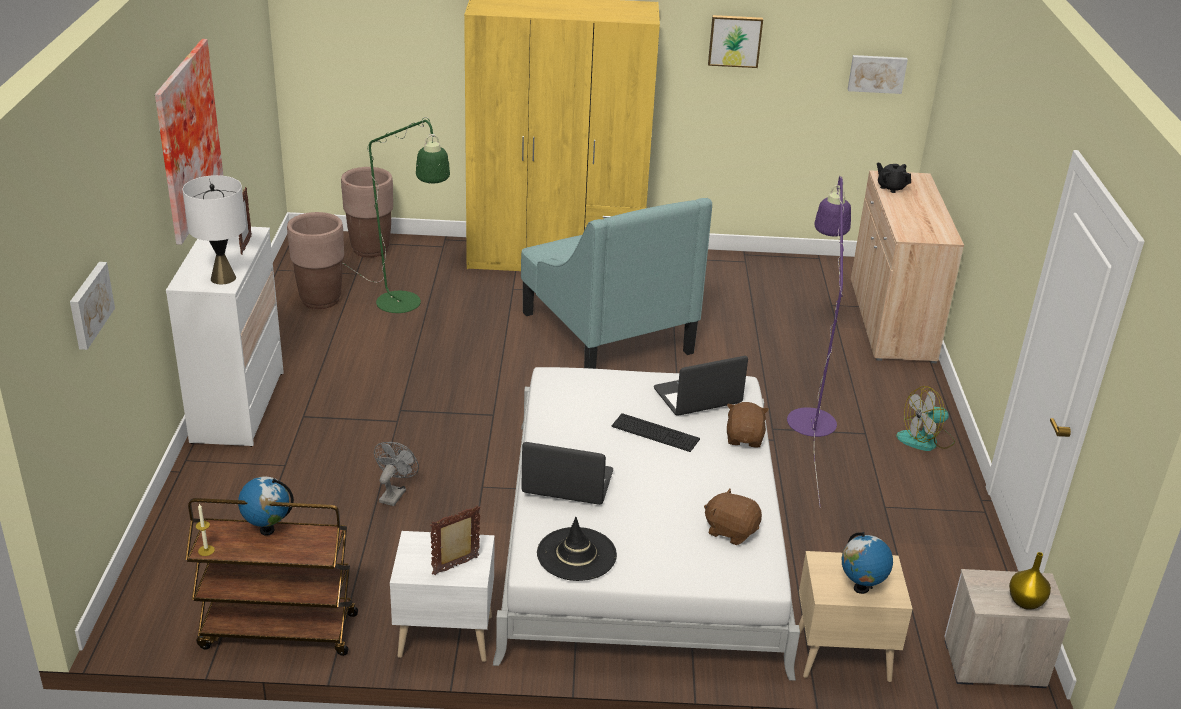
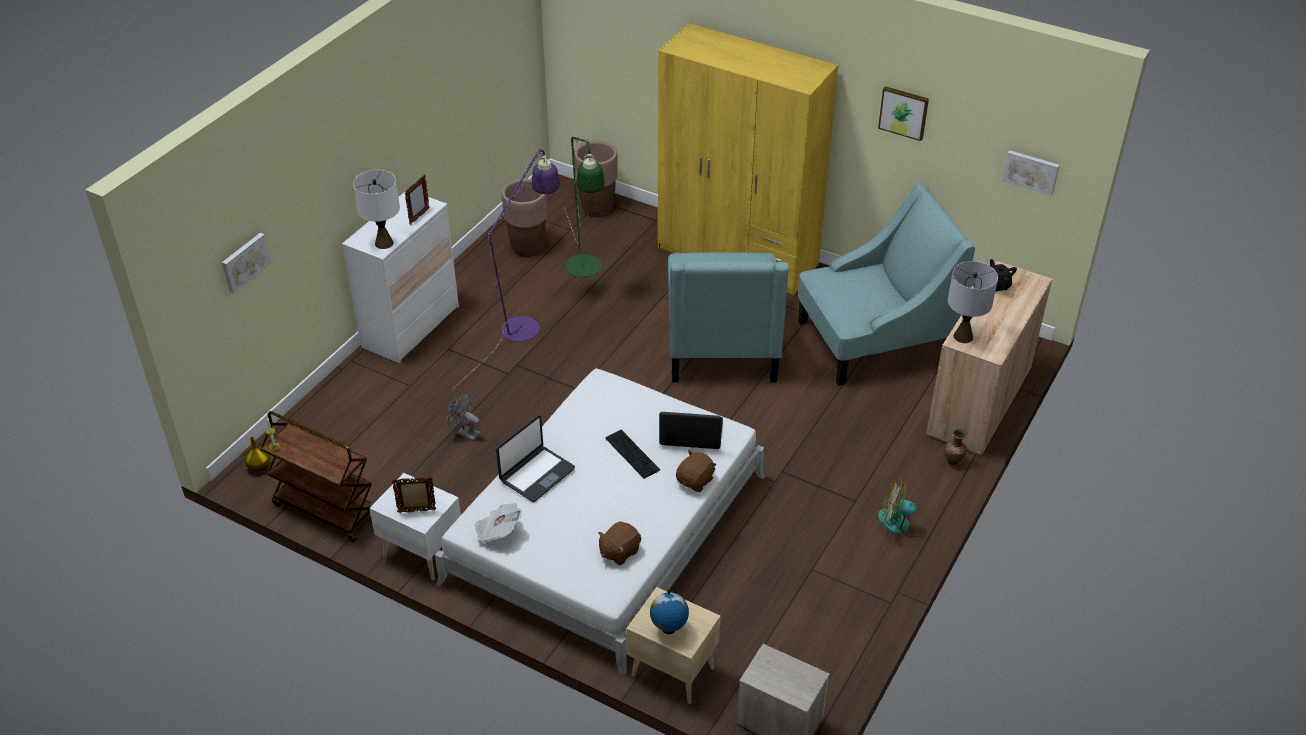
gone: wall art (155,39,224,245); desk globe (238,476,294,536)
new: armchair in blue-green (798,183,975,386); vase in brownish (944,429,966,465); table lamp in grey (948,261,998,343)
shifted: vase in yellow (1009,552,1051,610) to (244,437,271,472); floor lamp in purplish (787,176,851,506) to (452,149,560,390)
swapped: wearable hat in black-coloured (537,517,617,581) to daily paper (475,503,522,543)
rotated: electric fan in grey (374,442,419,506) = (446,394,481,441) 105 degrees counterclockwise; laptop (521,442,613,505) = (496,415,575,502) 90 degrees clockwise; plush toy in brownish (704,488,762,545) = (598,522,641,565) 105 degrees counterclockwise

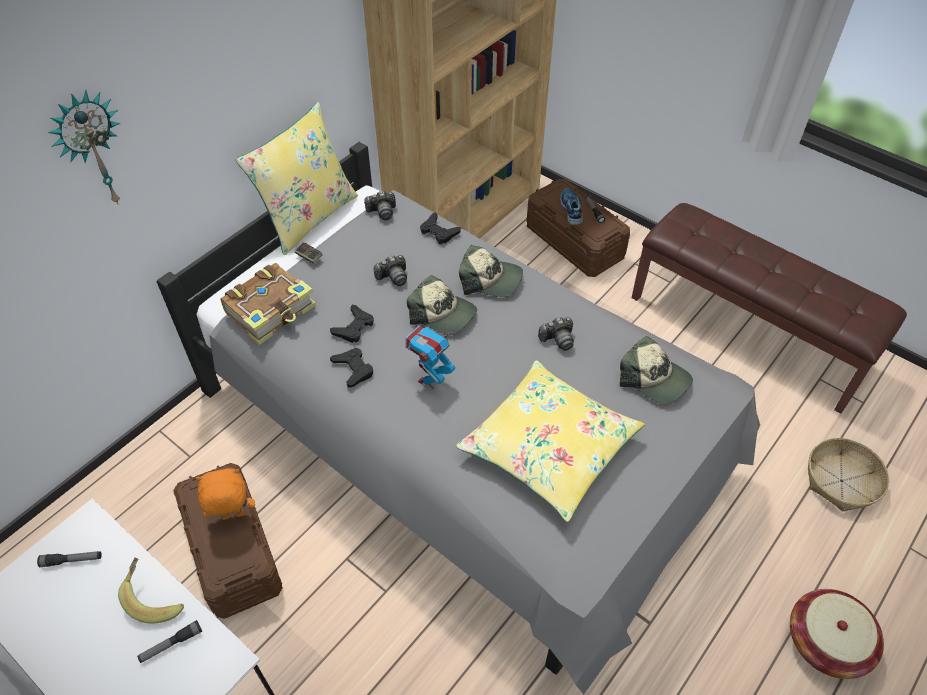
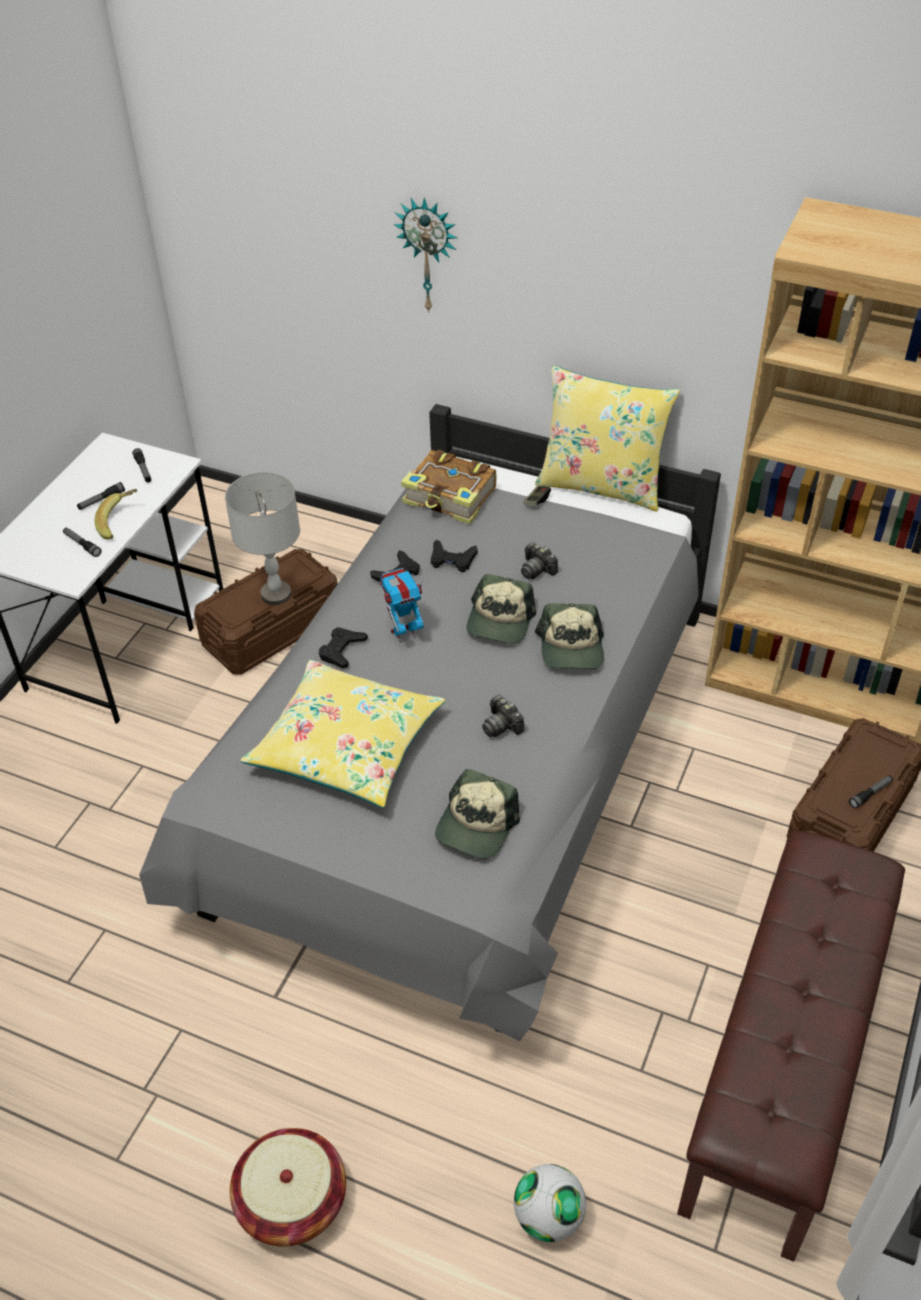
gone: still camera (364,191,396,220); low shoe (560,188,583,225)
new: torch (77,482,125,510)
shifted: gamepad in black-coloured (420,212,461,244) to (319,627,368,668)
swapped: plush toy in orangey (196,468,255,520) to table lamp in grey (225,472,300,605); household basket (808,438,889,511) to football ball (514,1164,586,1242)
rotated: robot figure (405,326,455,389) = (380,568,424,643) 45 degrees counterclockwise

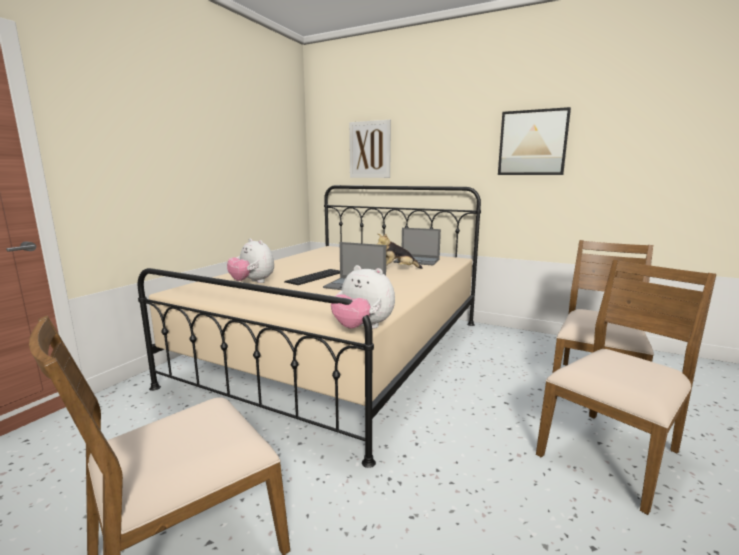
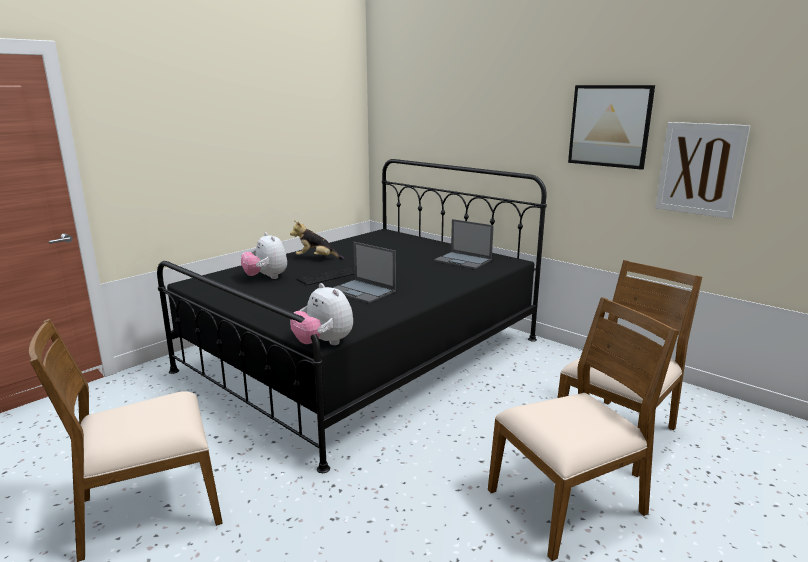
shifted: plush toy (377,234,423,269) to (290,220,344,259); wall art (349,120,391,178) to (655,122,751,219)
repainted: sleeping bed in beige-coloured (138,185,481,468) to sleeping bed in black-coloured (157,159,547,473)

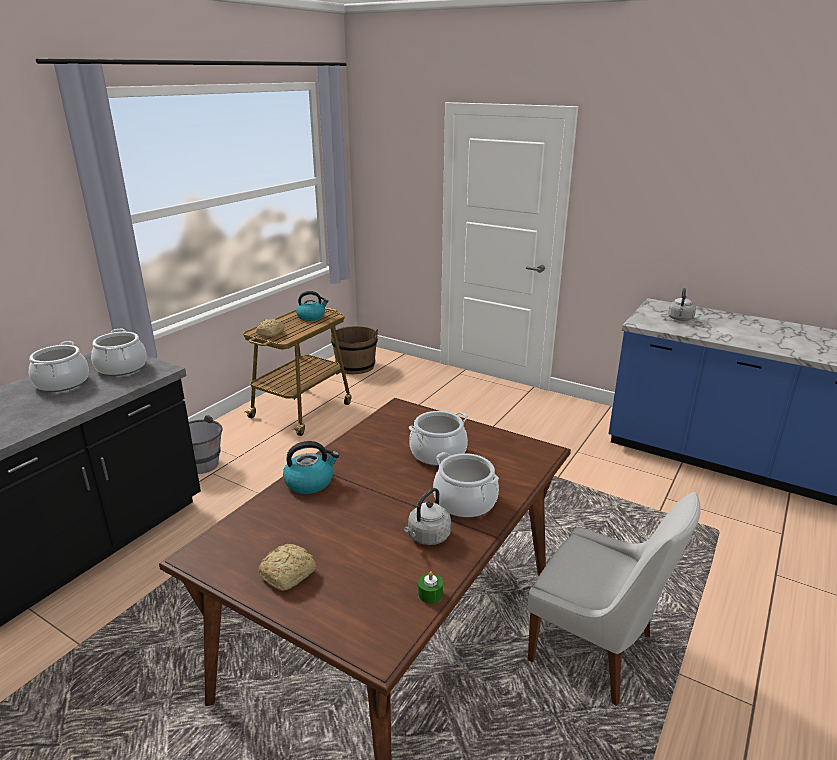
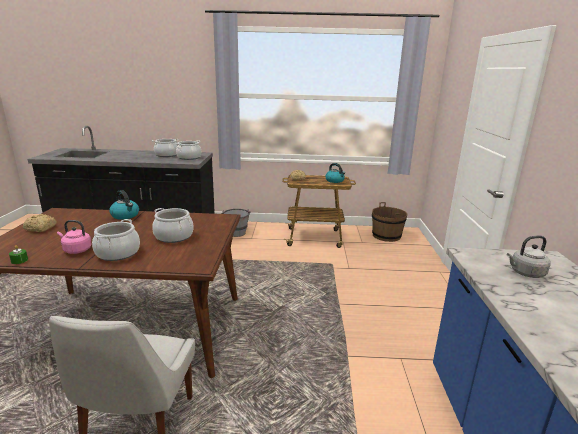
repainted: kettle in grey (404,488,451,545) to kettle in pink-coloured (57,220,92,254)

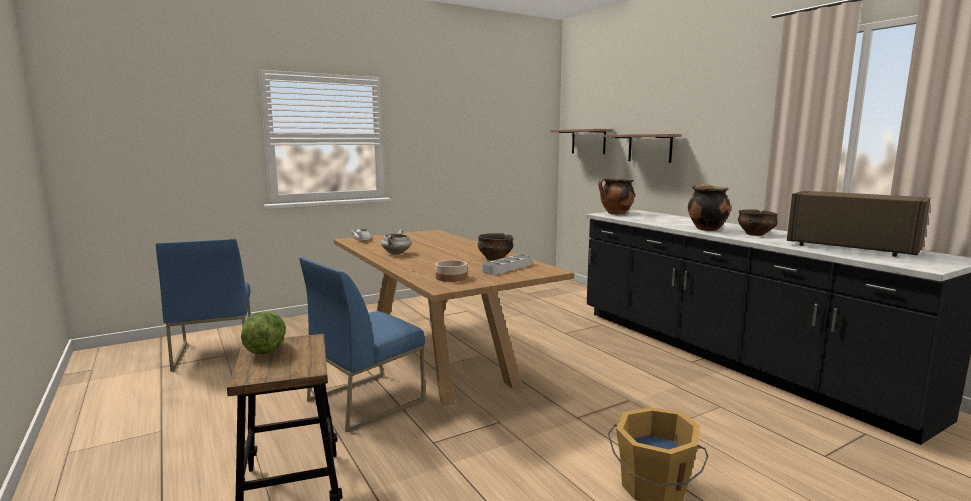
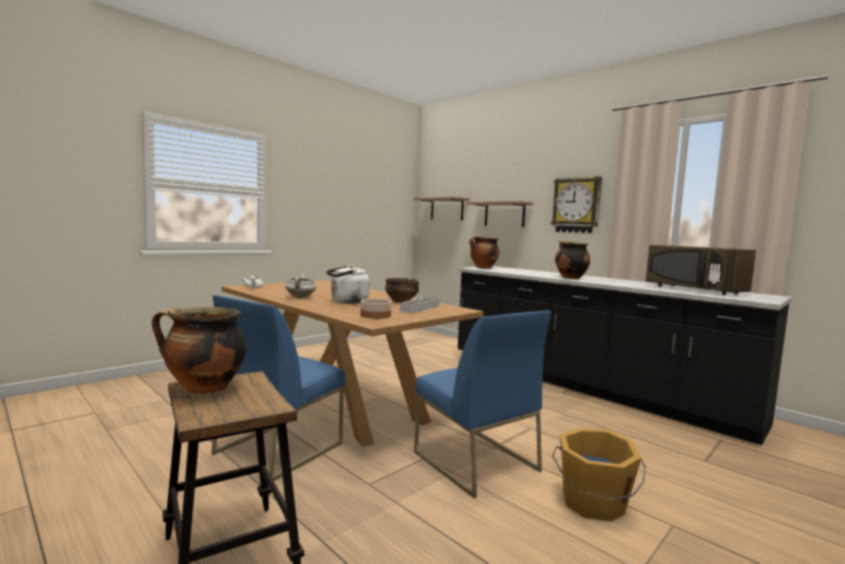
gone: bowl (738,209,778,236)
new: kettle in white-coloured (326,265,370,303); wall clock (551,176,602,233)
shifted: upright chair in blue-coloured (156,239,251,372) to (414,310,551,498)
swapped: head of lettuce (241,311,286,355) to stockpot (152,307,246,394)
rotated: microwave in brownish (787,191,931,257) = (646,245,756,295) 150 degrees counterclockwise

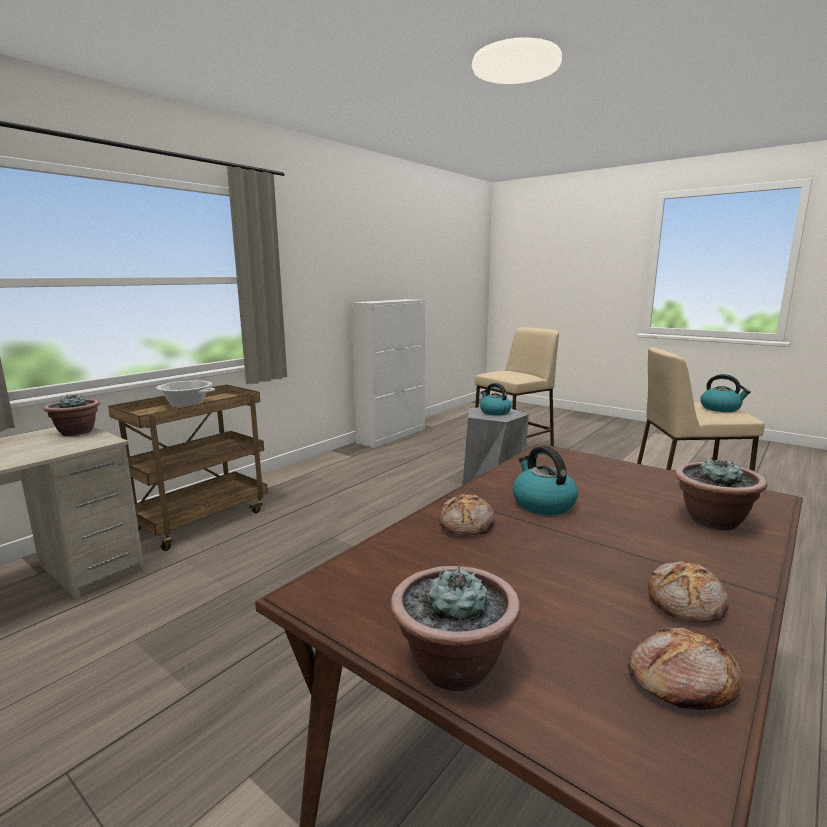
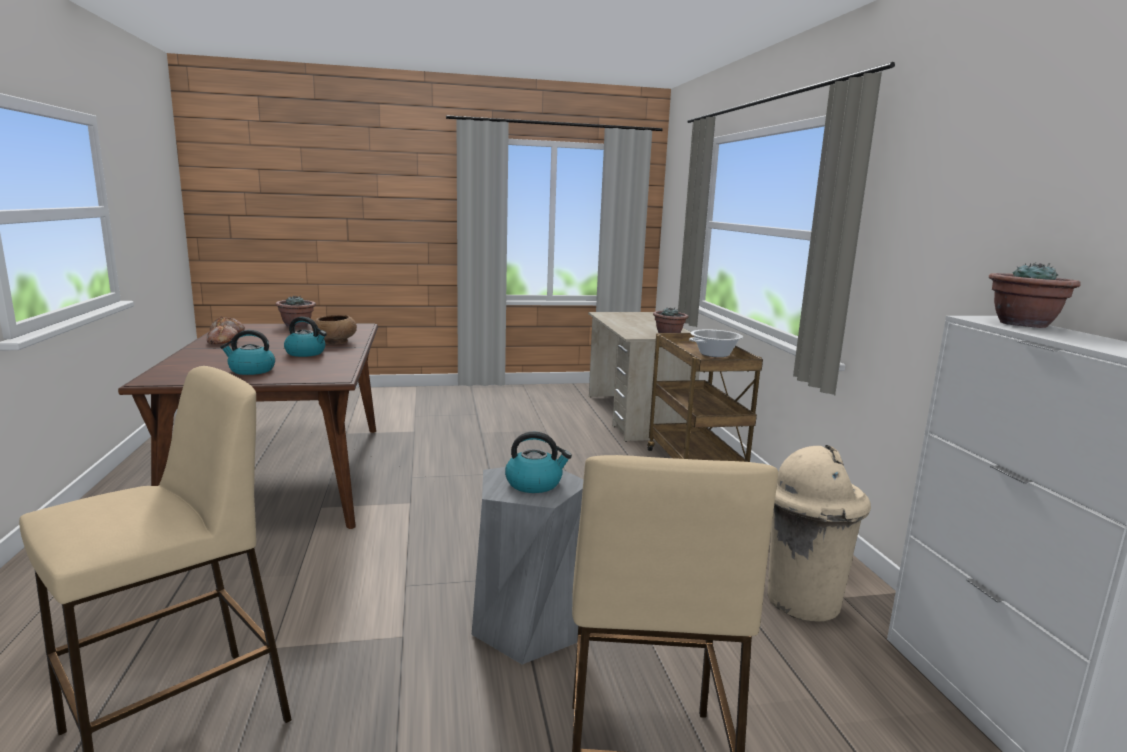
new: waste bin in beige-coloured (768,445,871,622)
shifted: kettle (700,374,751,412) to (220,330,275,375); plant in a pot (675,457,768,530) to (989,262,1081,328)
swapped: baked bread (439,493,495,536) to bowl in brownish (312,315,357,344)

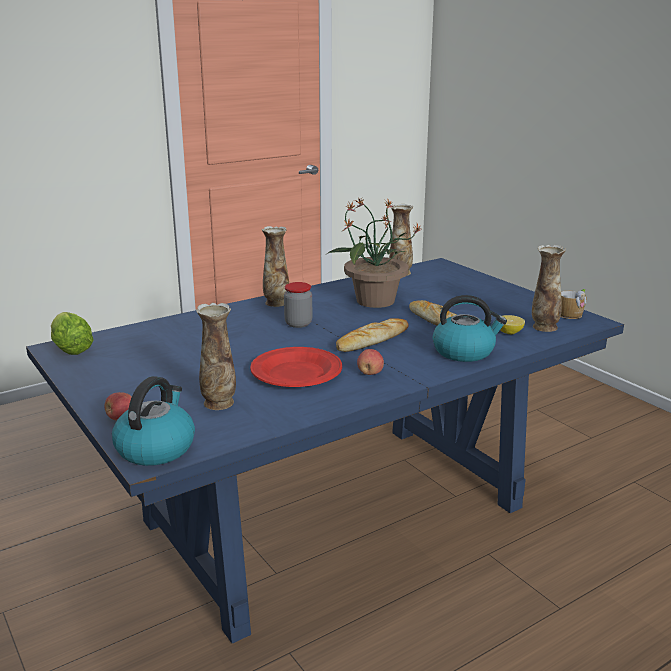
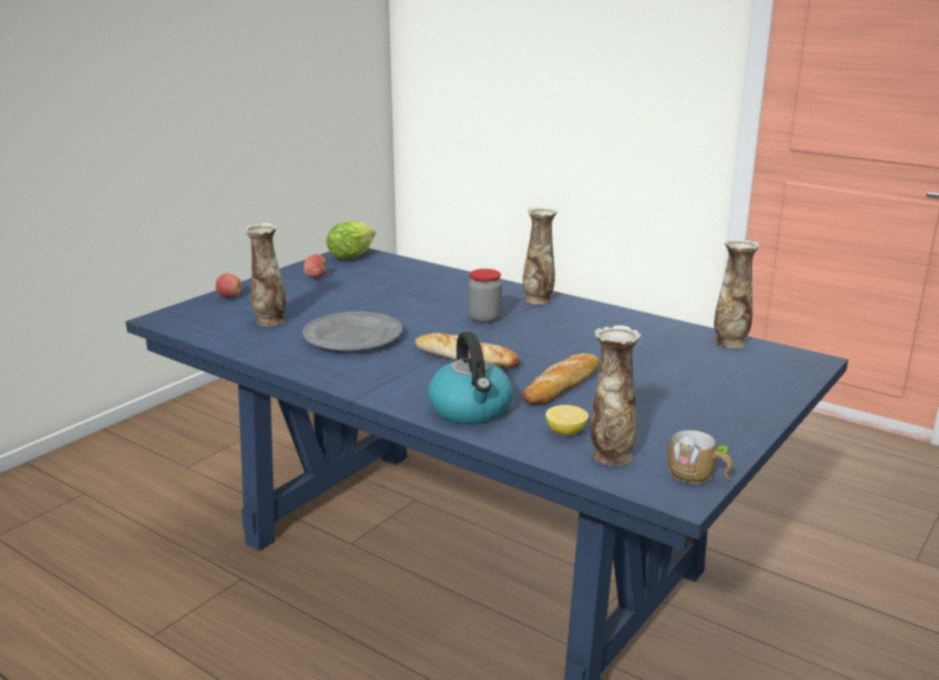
gone: kettle (112,376,195,466); plant in a pot (327,198,422,308)
shifted: apple (357,349,384,375) to (304,254,327,278)
repainted: dinner plate in red-coloured (250,347,342,387) to dinner plate in grey (303,311,403,350)

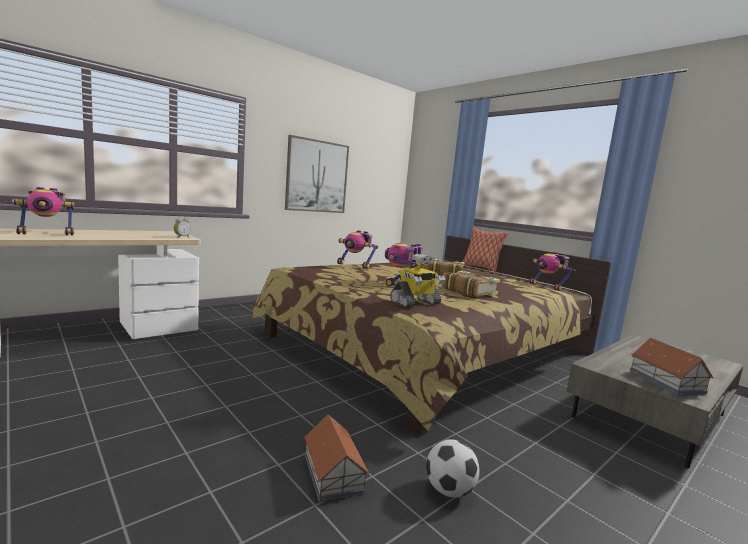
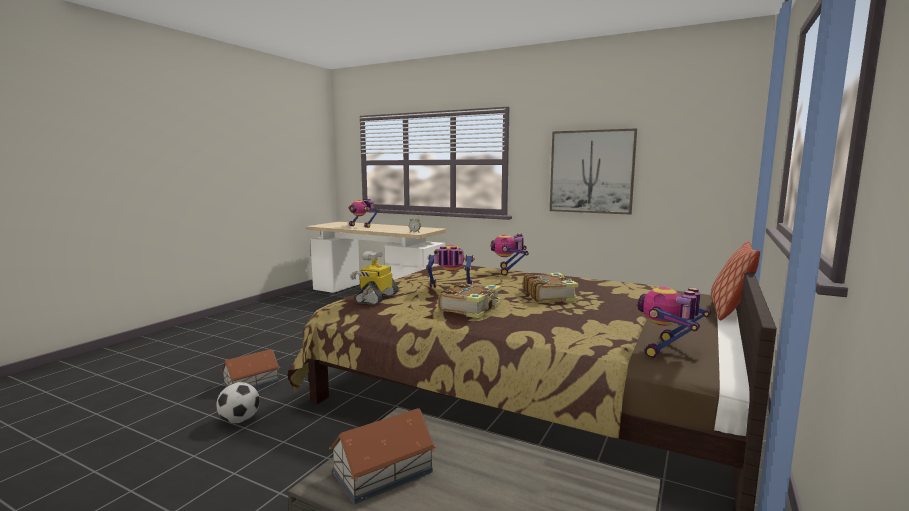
rotated: robot figure (390,254,446,307) = (351,251,399,305) 75 degrees clockwise

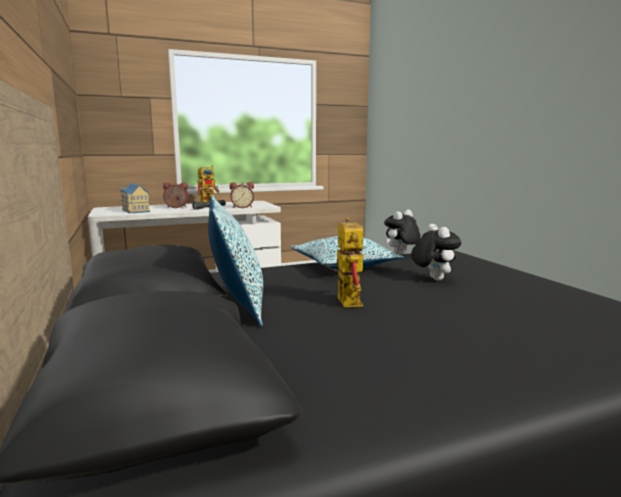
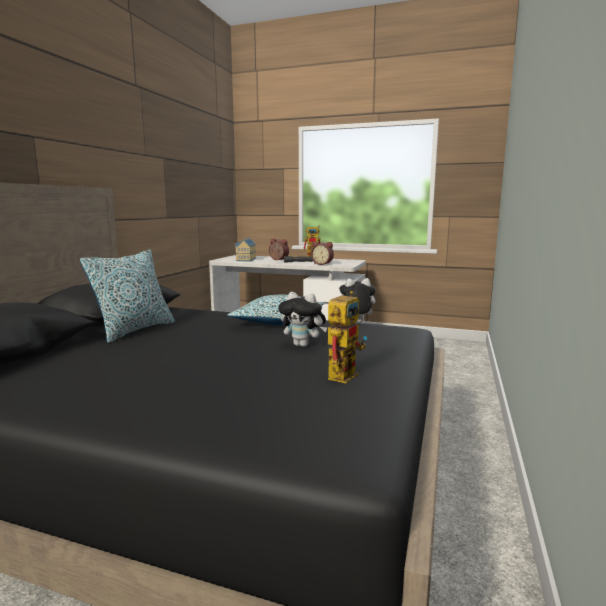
shifted: robot figure (324,218,363,308) to (328,291,367,384)
rotated: plush toy (411,224,461,281) = (278,292,328,347) 90 degrees clockwise

